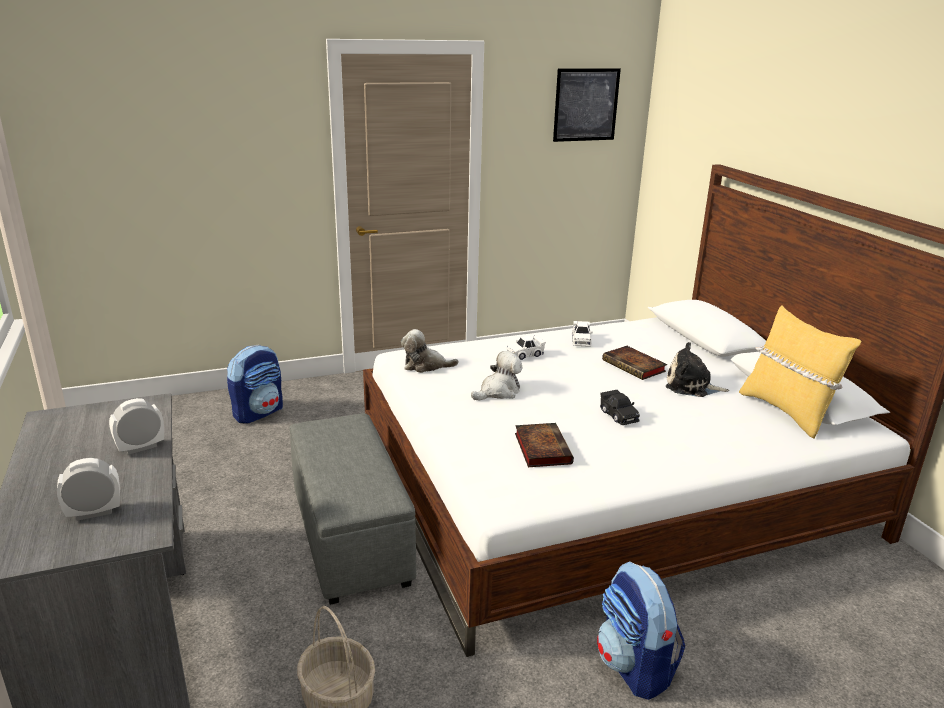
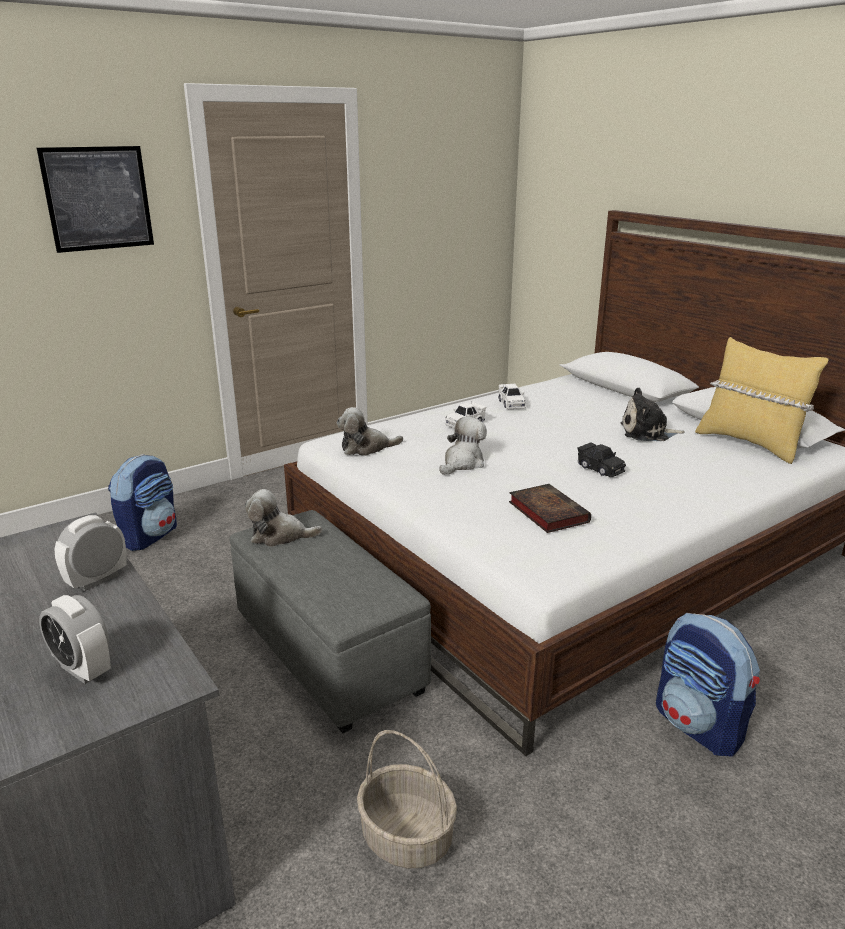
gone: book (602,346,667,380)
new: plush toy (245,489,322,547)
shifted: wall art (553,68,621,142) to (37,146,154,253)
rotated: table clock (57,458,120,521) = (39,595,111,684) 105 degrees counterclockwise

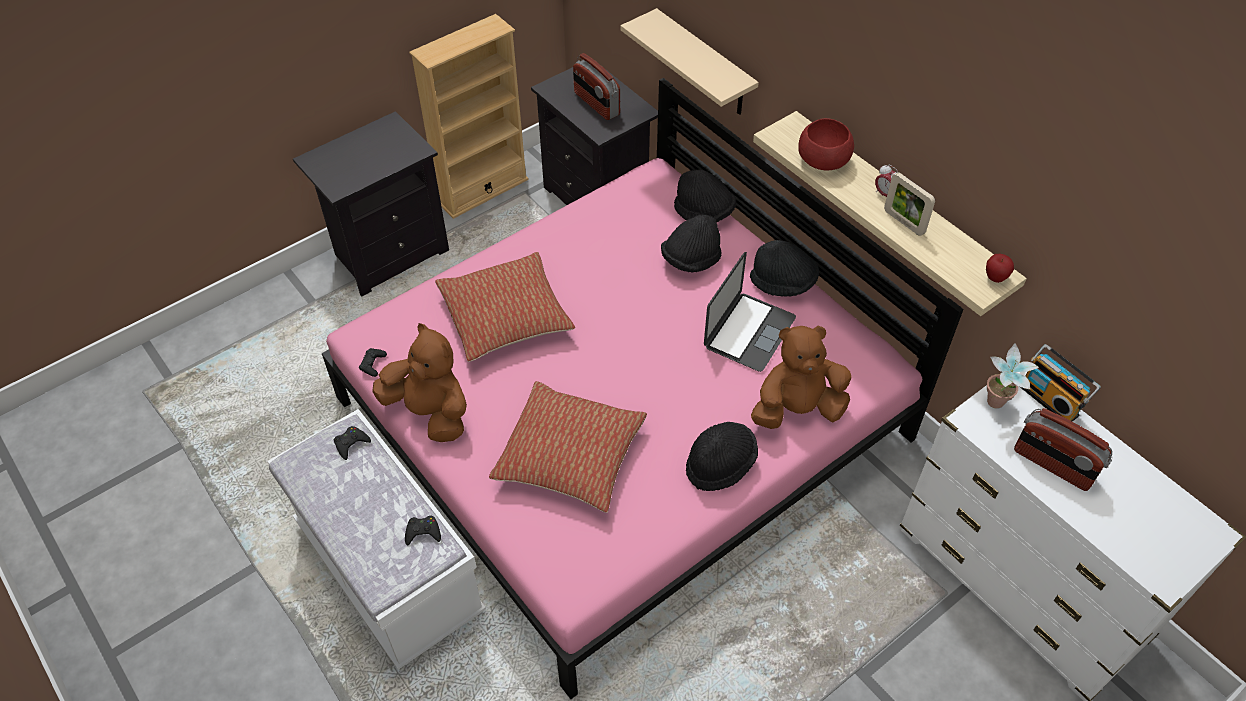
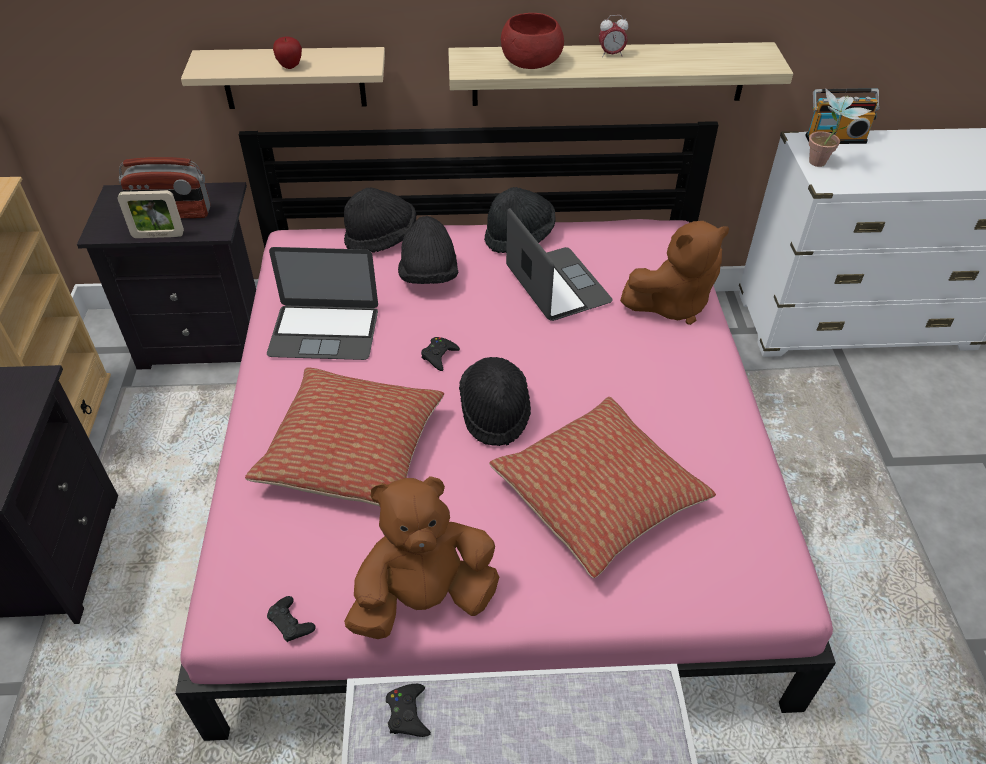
gone: radio (1014,408,1112,491)
new: laptop (267,247,378,360)
shifted: picture frame (884,172,935,236) to (118,190,184,238); apple (986,254,1014,283) to (273,36,302,69); gamepad in black-coloured (405,516,441,546) to (421,337,460,371); wearable hat in black-coloured (686,422,758,491) to (459,357,531,446)
rotated: plush toy in brownish (751,326,852,429) = (620,221,729,325) 135 degrees counterclockwise

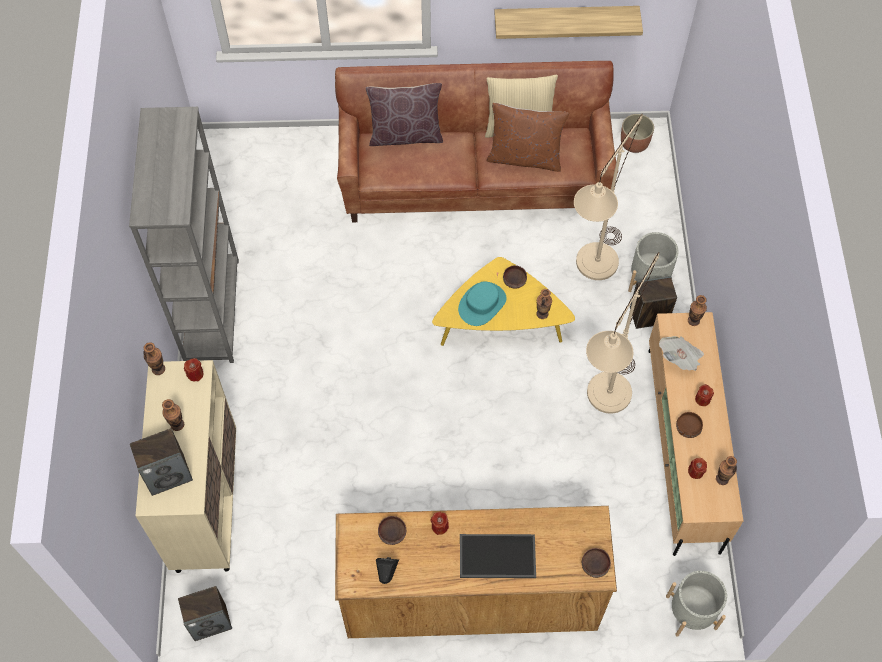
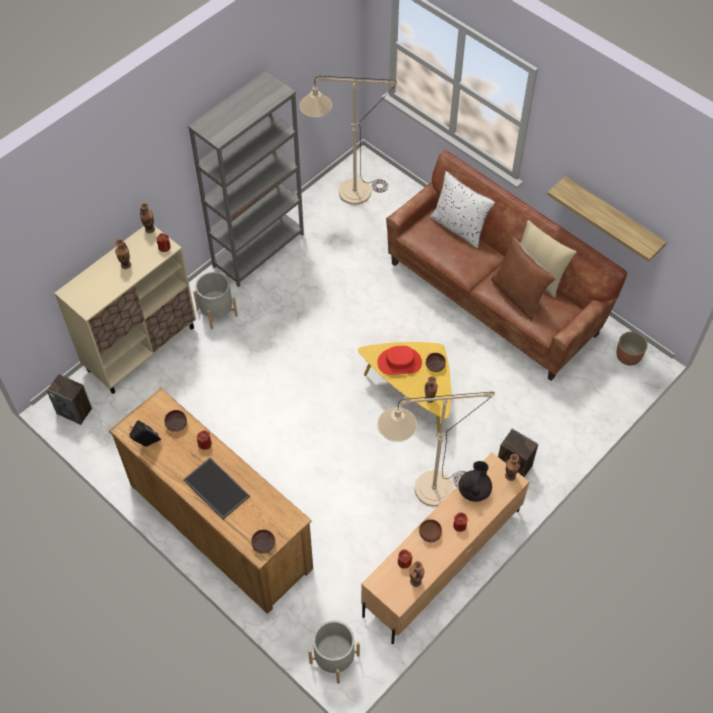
gone: speaker (130,428,193,496)
shifted: planter in grey (628,232,679,292) to (193,272,238,330); floor lamp in beige-coloured (574,114,643,280) to (299,76,397,205)
swapped: daily paper (659,336,704,371) to pot for tea in black-coloured (458,461,492,502)
repainted: wearable hat in blue-green (458,281,507,326) to wearable hat in red-coloured (377,346,422,375); throw pillow in brownish (366,83,443,146) to throw pillow in white-coloured (430,171,495,248)

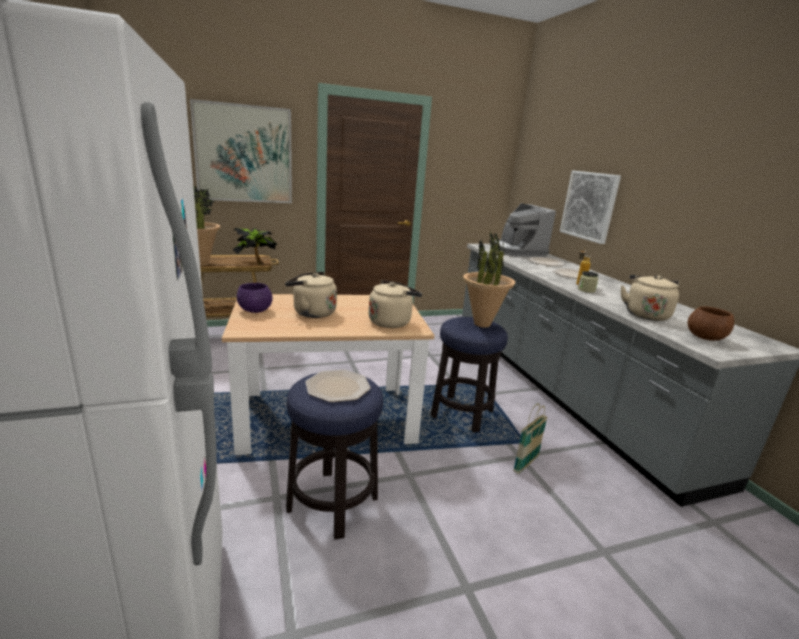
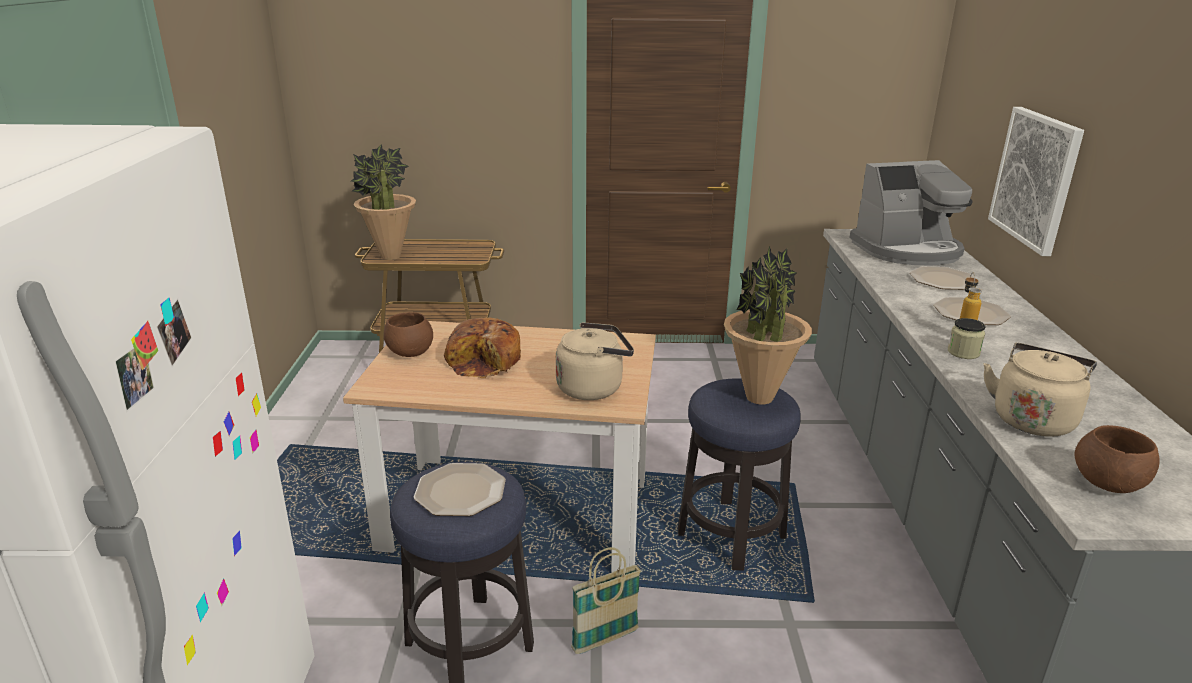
gone: wall art (190,99,292,203); plant in a pot (233,228,277,265)
shifted: household basket (513,403,548,474) to (571,547,641,654)
swapped: kettle in beige-coloured (285,272,337,318) to baked bread (444,317,521,378)
repainted: bowl in purplish (237,283,273,313) to bowl in brownish (384,312,433,357)
rotated: coffee brewer (494,203,556,257) = (849,160,973,266) 105 degrees counterclockwise

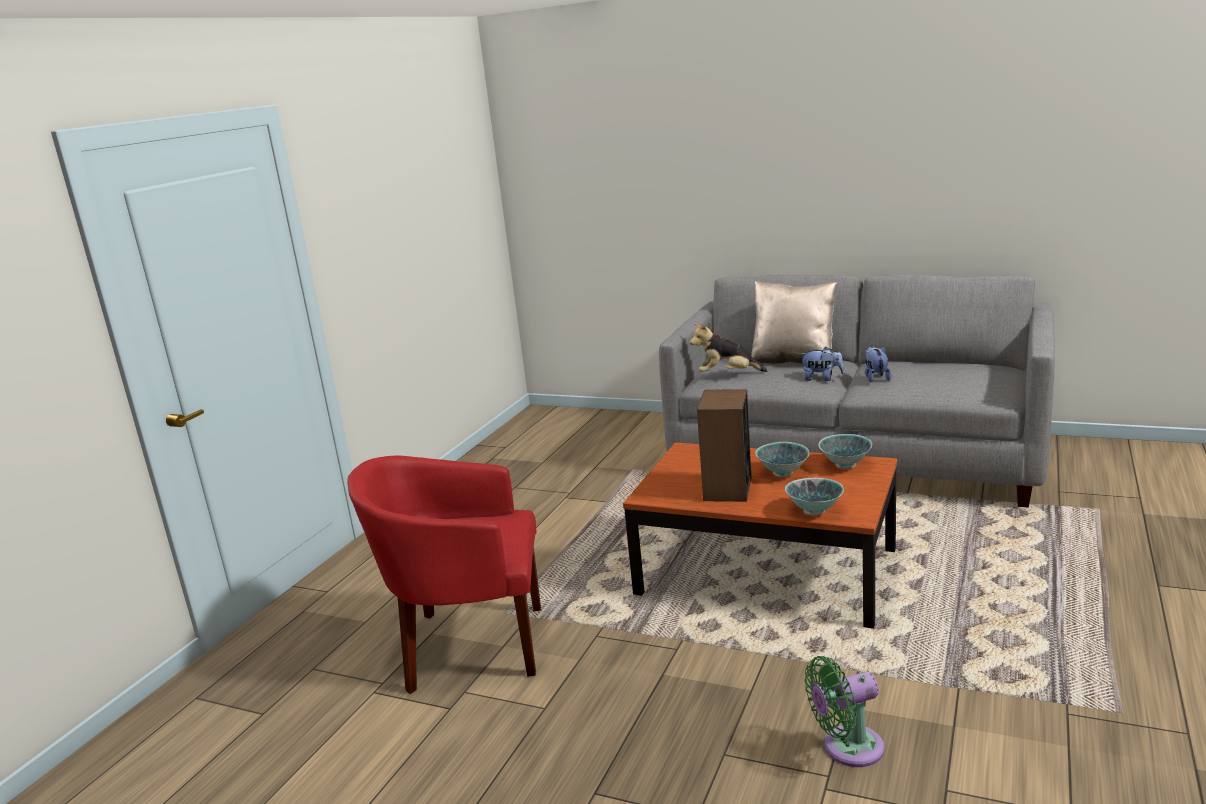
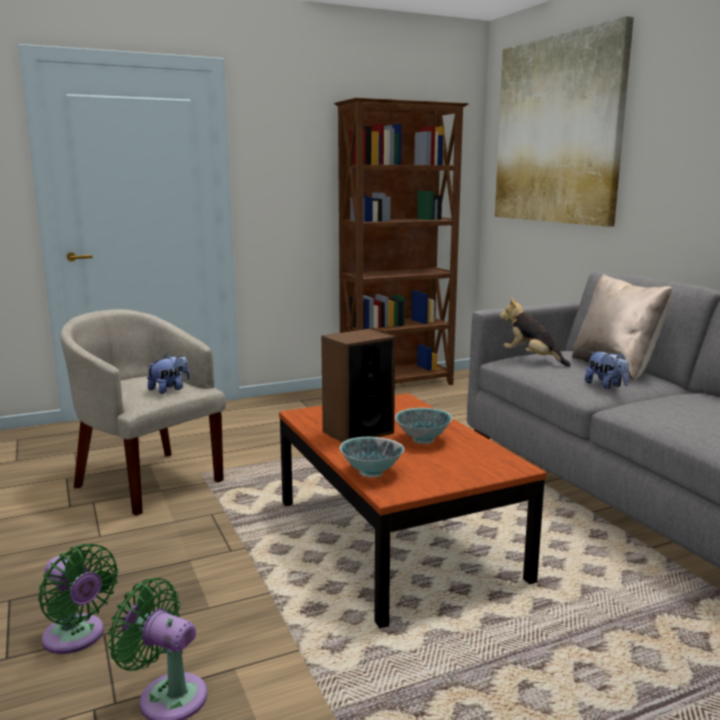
gone: bowl (818,434,872,469)
new: electric fan in green (38,544,118,654); bookcase in brownish (334,98,469,385); wall art (495,16,634,227)
shifted: plush toy (865,346,891,382) to (147,354,190,394)
repainted: armchair in red-coloured (347,456,541,694) to armchair in beige-coloured (60,309,226,516)

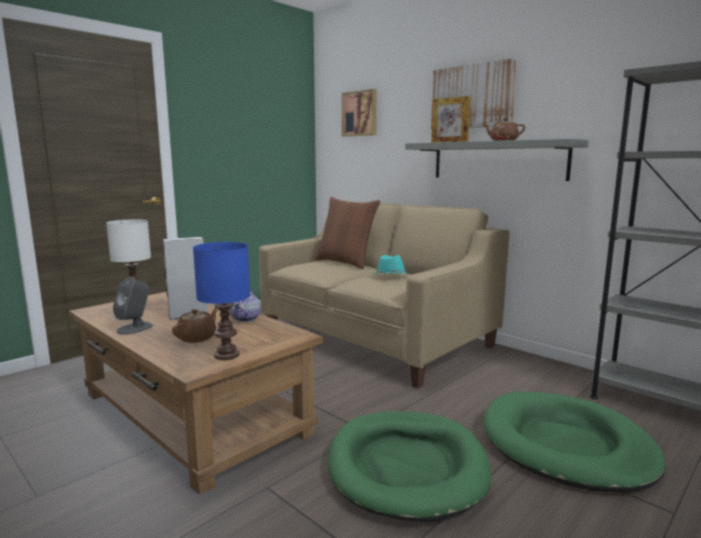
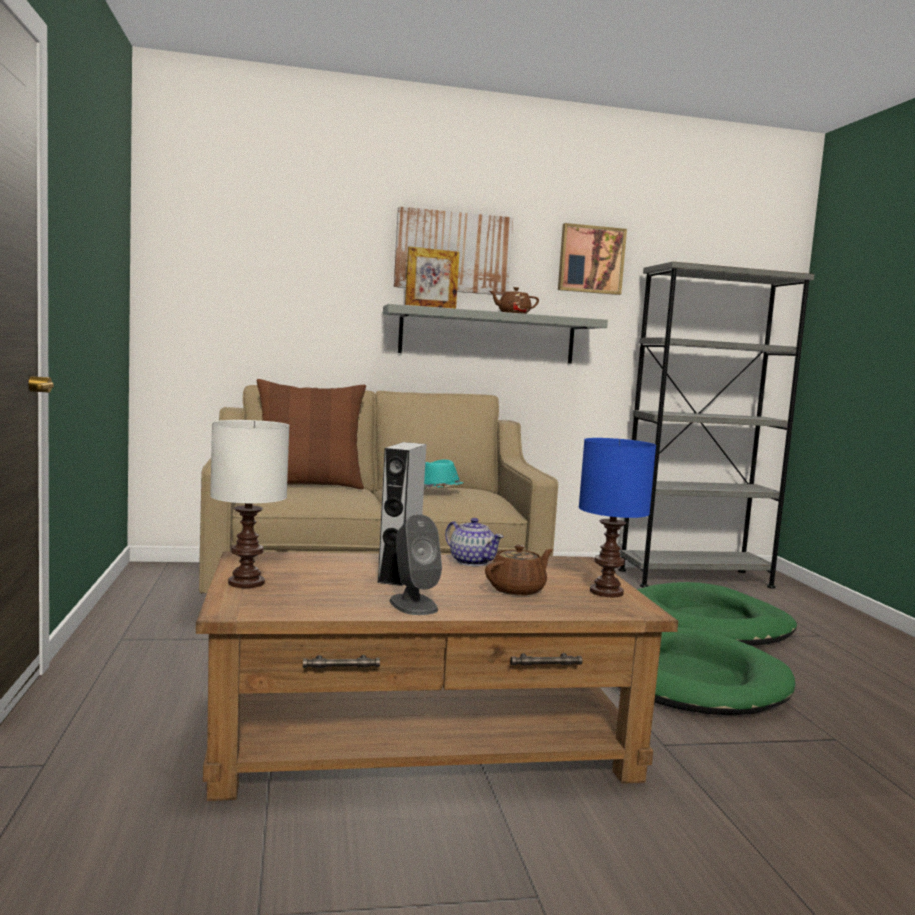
shifted: wall art (342,89,377,137) to (558,223,627,295)
rotated: pot for tea in brownish (172,308,218,343) = (485,545,553,596) 75 degrees clockwise

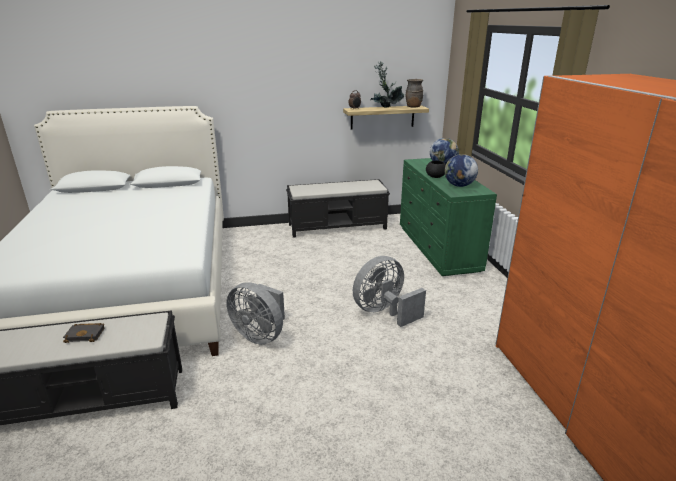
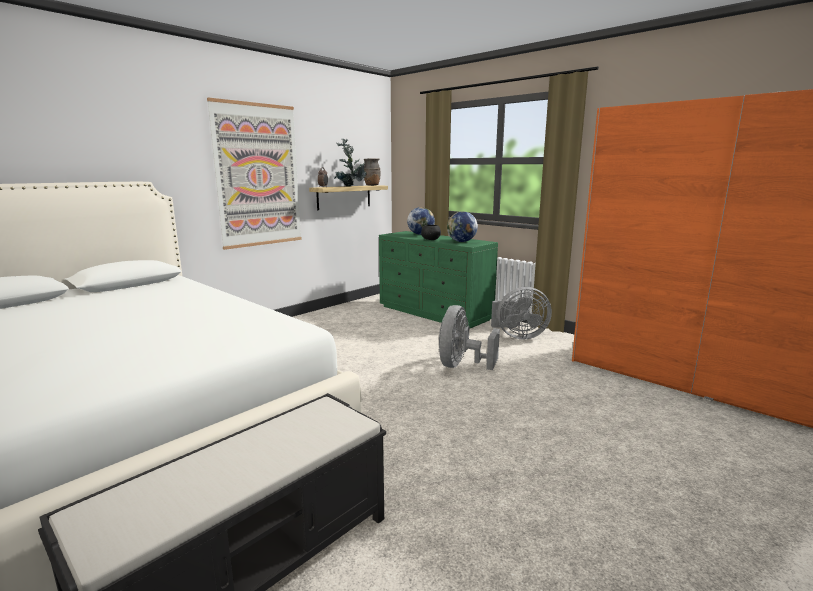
gone: book in black-coloured (63,323,105,343); indoor bench in black-coloured (286,179,390,238)
new: wall art (207,98,302,250)
shifted: electric fan in grey (226,282,285,345) to (491,287,552,340)

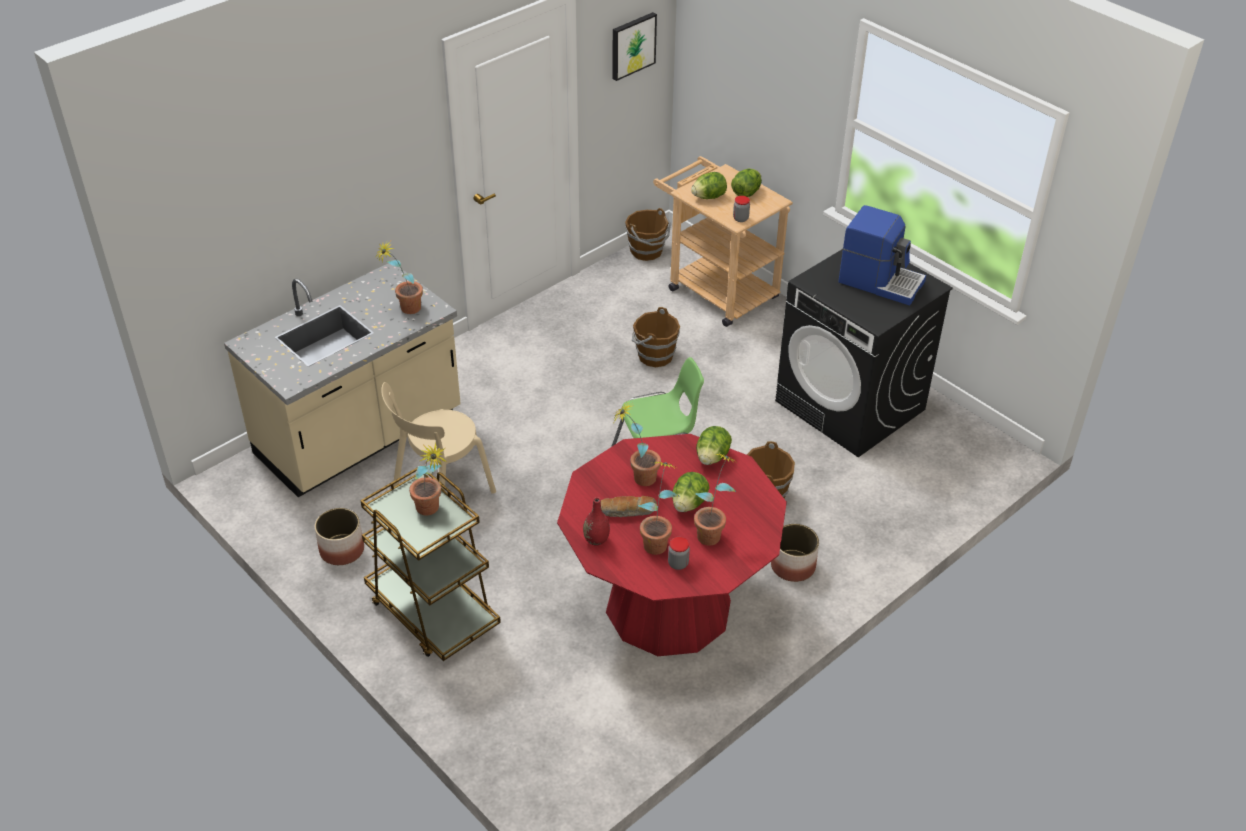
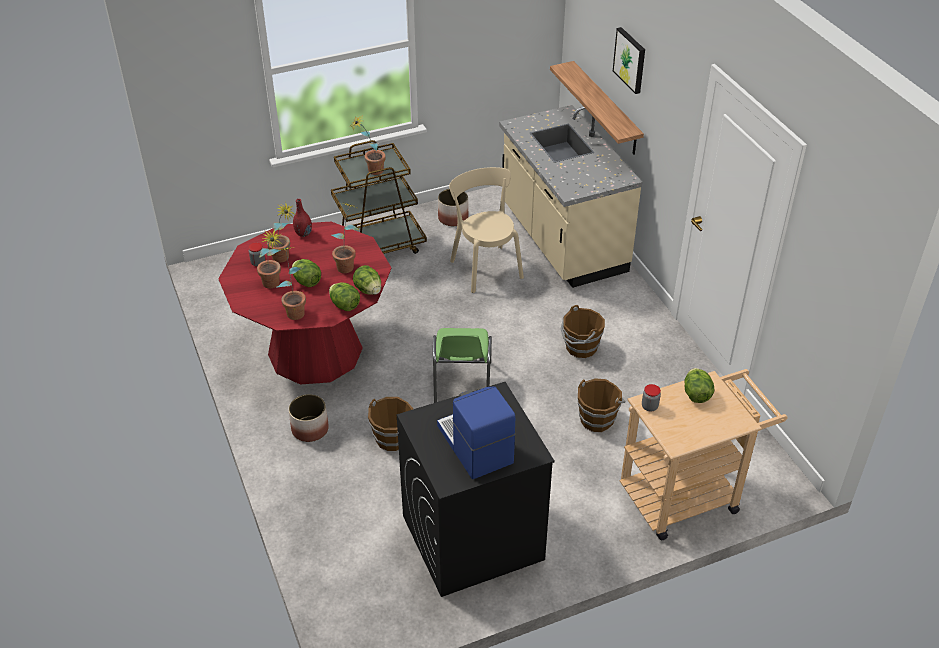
gone: baked bread (601,496,657,517)
new: bracket shelf (550,61,644,155)
shifted: plant in a pot (376,241,423,314) to (277,247,306,320); head of lettuce (731,168,762,197) to (353,265,381,295); bucket in brownish (625,208,671,261) to (561,305,605,358); wall art (613,12,657,81) to (613,27,645,94)
rotated: coffee brewer (838,205,926,306) = (437,386,515,479) 105 degrees clockwise

